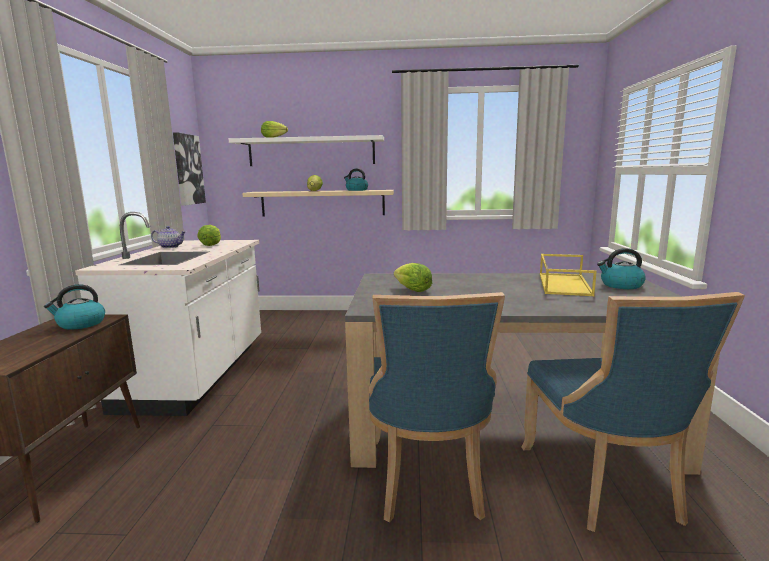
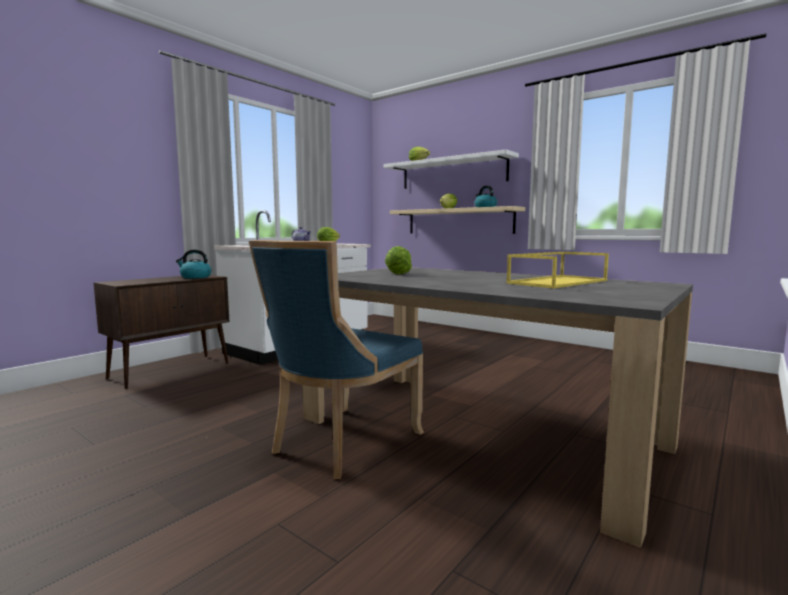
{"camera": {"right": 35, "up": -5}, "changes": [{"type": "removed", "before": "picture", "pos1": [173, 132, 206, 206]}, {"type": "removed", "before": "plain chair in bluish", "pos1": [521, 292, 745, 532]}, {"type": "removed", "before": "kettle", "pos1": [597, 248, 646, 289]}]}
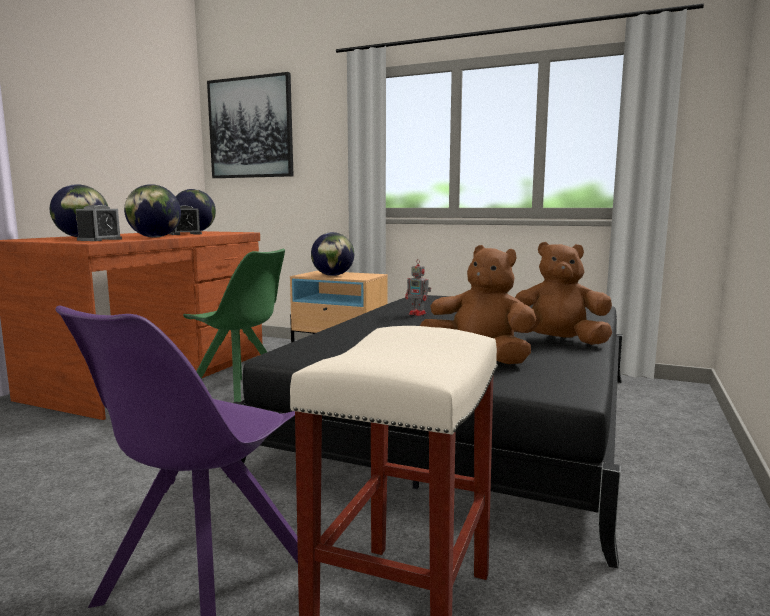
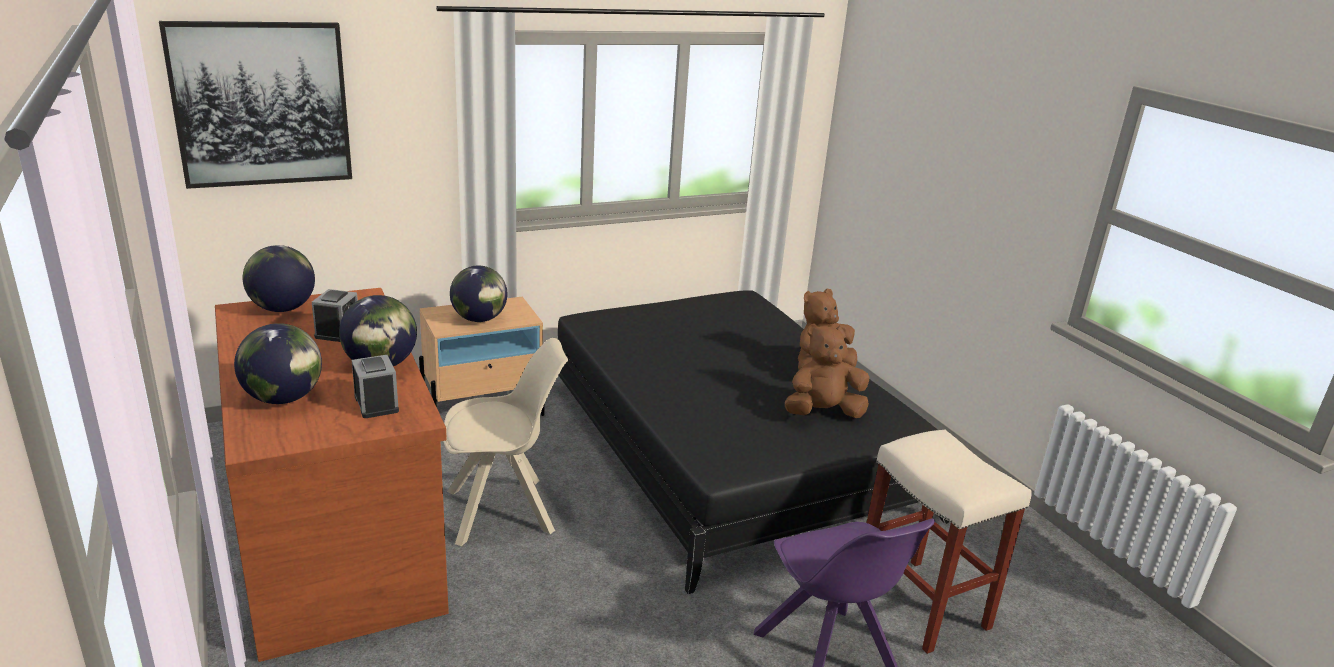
{"camera": {"right": -50, "up": 15}, "changes": [{"type": "recoloured", "before": "plain chair in green", "after": "plain chair in beige", "pos1": [183, 249, 285, 402], "pos2": [443, 338, 568, 546]}, {"type": "removed", "before": "model robot", "pos1": [405, 259, 431, 316]}]}
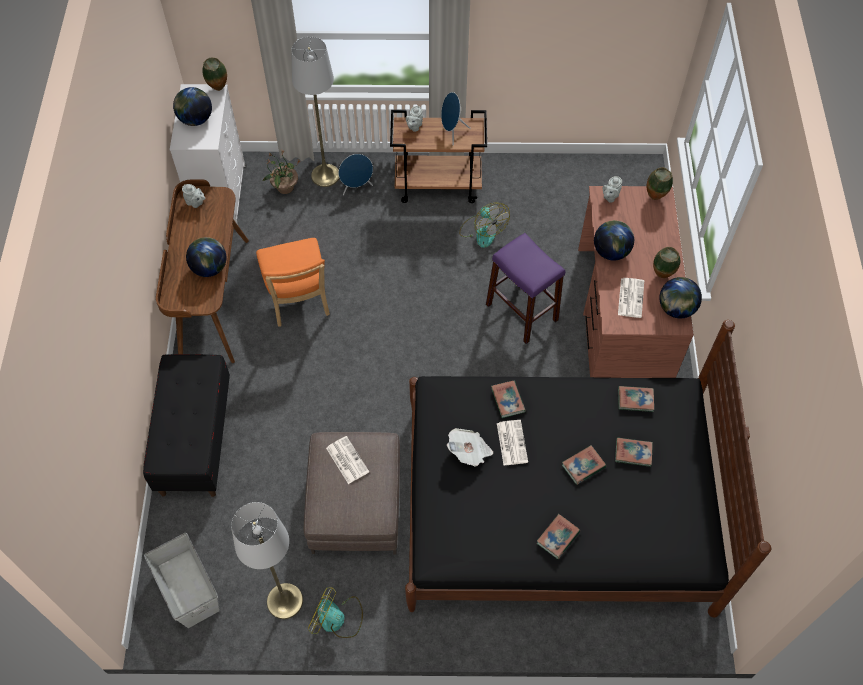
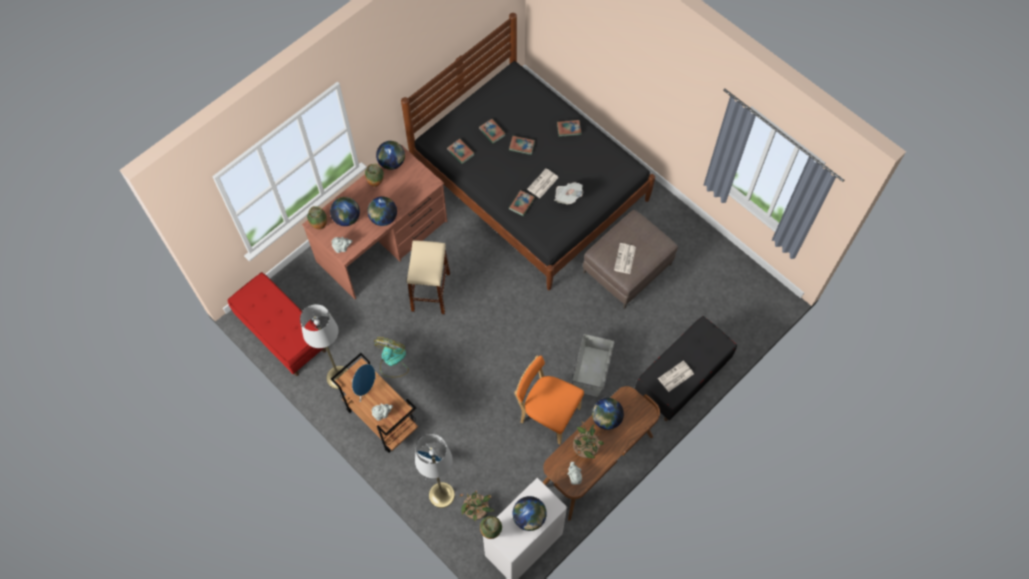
{"camera": {"right": -135, "up": 5}, "changes": [{"type": "added", "after": "bench in red-coloured", "pos2": [227, 272, 326, 376]}, {"type": "moved", "before": "standard lamp in grey", "pos1": [231, 502, 303, 619], "pos2": [300, 304, 348, 389]}, {"type": "added", "after": "world globe", "pos2": [330, 197, 360, 226]}, {"type": "recoloured", "before": "stool in purplish", "after": "stool in beige", "pos1": [486, 233, 565, 344], "pos2": [407, 241, 450, 314]}, {"type": "turned", "before": "plain chair in orange-coloured", "pos1": [256, 238, 330, 327], "pos2": [514, 355, 584, 445], "turn": -90}, {"type": "moved", "before": "storage box in grey", "pos1": [144, 533, 220, 628], "pos2": [572, 334, 614, 397]}, {"type": "added", "after": "plant in a pot", "pos2": [573, 422, 605, 458]}, {"type": "moved", "before": "newspaper", "pos1": [618, 278, 644, 318], "pos2": [658, 360, 694, 392]}, {"type": "removed", "before": "electric fan", "pos1": [308, 587, 363, 638]}]}
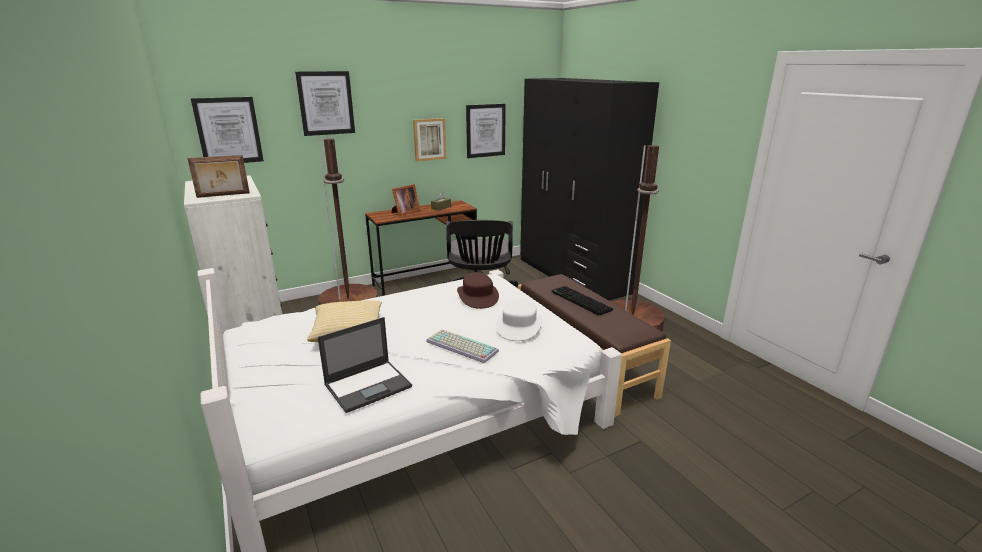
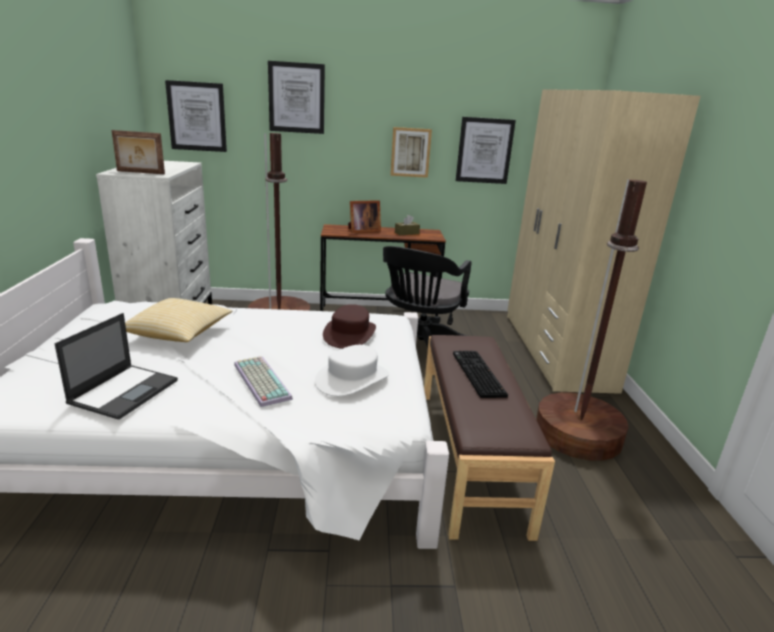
{"camera": {"right": 25, "up": 0}, "changes": [{"type": "turned", "before": "portable computer", "pos1": [318, 317, 412, 413], "pos2": [54, 313, 178, 420], "turn": -60}, {"type": "recoloured", "before": "armoire in blackish", "after": "armoire in beige", "pos1": [520, 78, 659, 301], "pos2": [507, 89, 701, 394]}]}
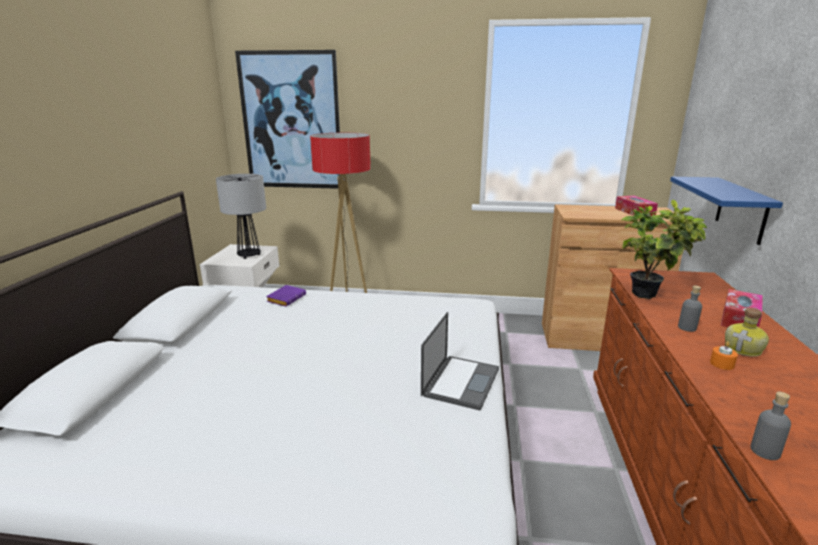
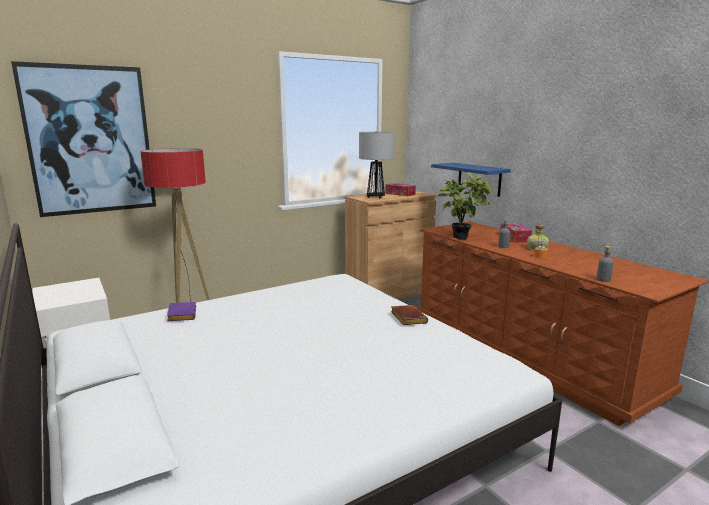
{"camera": {"right": -40, "up": -5}, "changes": [{"type": "moved", "before": "tabletop lamp", "pos1": [216, 174, 266, 259], "pos2": [359, 132, 395, 198]}, {"type": "replaced", "before": "portable computer", "after": "volume in brown", "pos1": [421, 312, 499, 411], "pos2": [391, 305, 428, 325]}]}
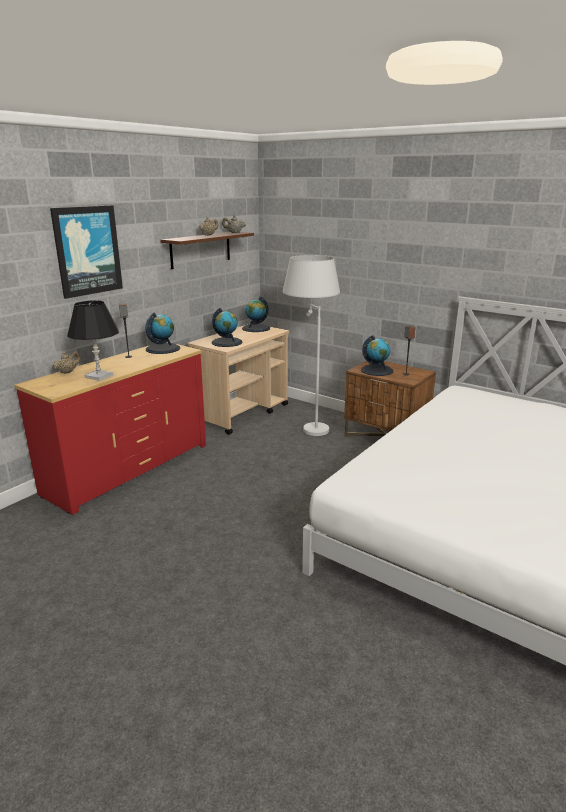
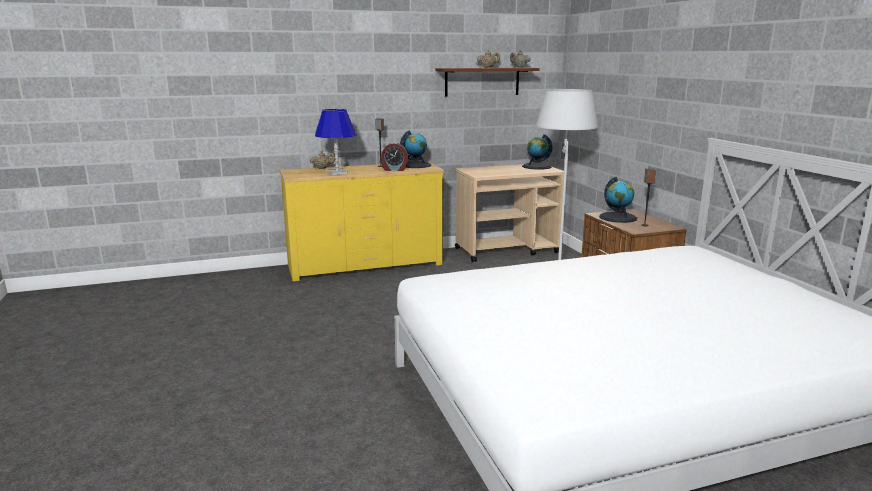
{"camera": {"right": 35, "up": -5}, "changes": [{"type": "recoloured", "before": "chest of drawers in red-coloured", "after": "chest of drawers in yellowish", "pos1": [14, 342, 206, 515], "pos2": [280, 162, 444, 281]}, {"type": "recoloured", "before": "tabletop lamp in blackish", "after": "tabletop lamp in bluish", "pos1": [67, 300, 119, 381], "pos2": [315, 109, 356, 175]}, {"type": "added", "after": "bedside clock", "pos2": [381, 142, 408, 171]}, {"type": "removed", "before": "picture", "pos1": [50, 205, 123, 299]}, {"type": "removed", "before": "world globe", "pos1": [212, 308, 242, 347]}]}
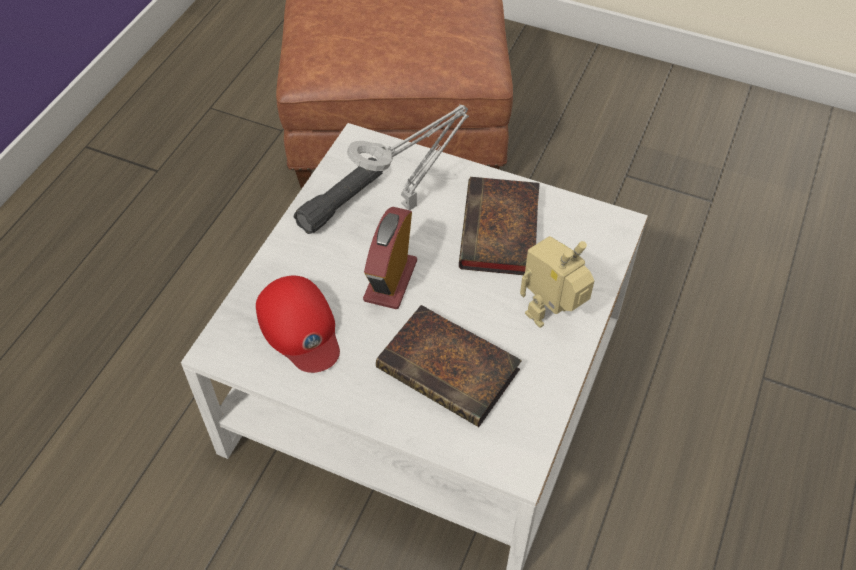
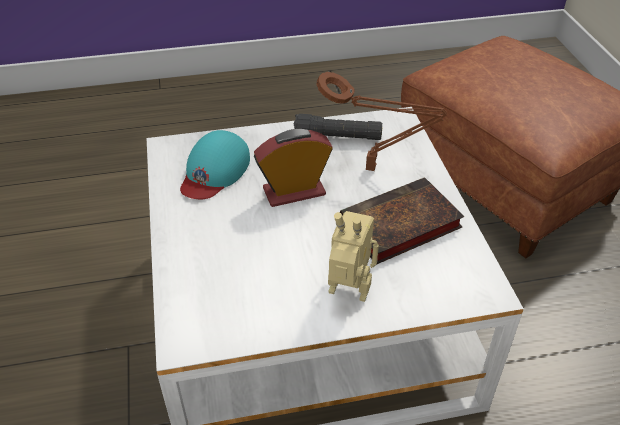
{"camera": {"right": 55, "up": -10}, "changes": [{"type": "recoloured", "before": "baseball cap in red-coloured", "after": "baseball cap in turquoise-coloured", "pos1": [256, 276, 340, 373], "pos2": [180, 130, 250, 199]}, {"type": "recoloured", "before": "tabletop lamp in grey", "after": "tabletop lamp in brown", "pos1": [347, 104, 469, 210], "pos2": [317, 72, 447, 171]}, {"type": "removed", "before": "volume", "pos1": [376, 305, 522, 427]}]}
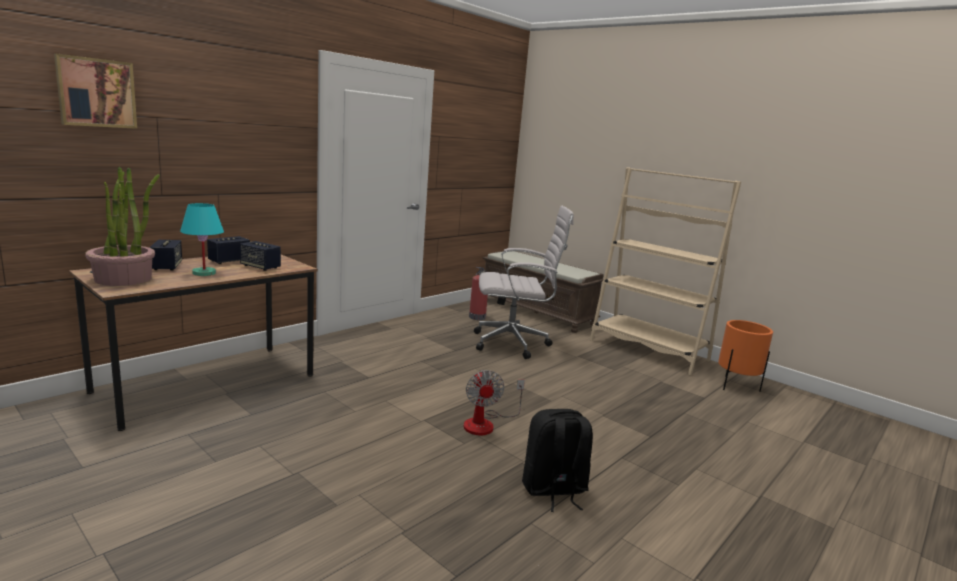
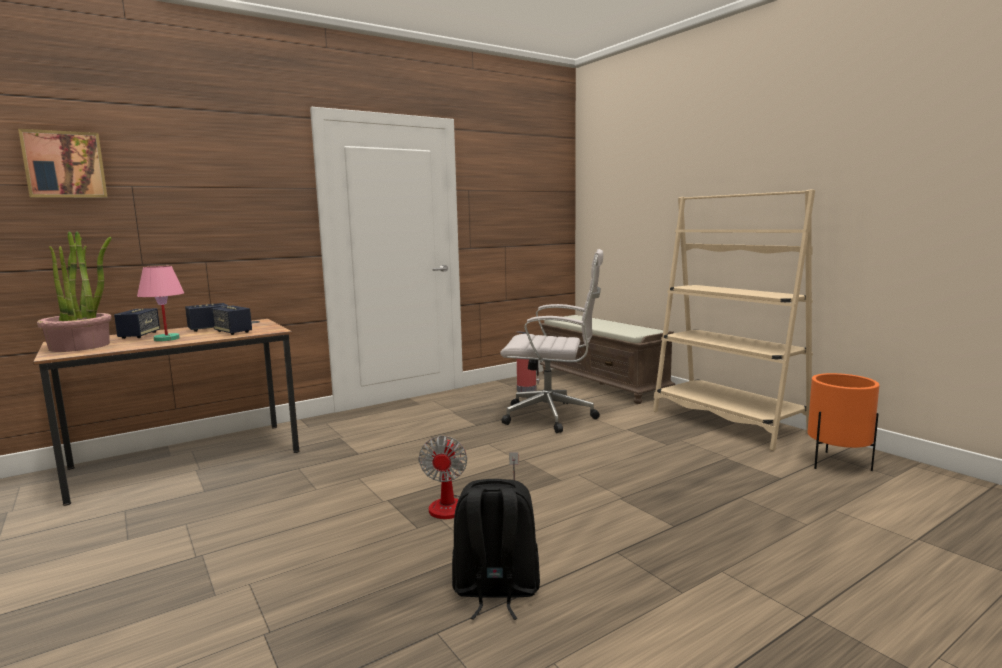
{"camera": {"right": 15, "up": -5}, "changes": [{"type": "recoloured", "before": "tabletop lamp in turquoise-coloured", "after": "tabletop lamp in pinkish", "pos1": [180, 203, 224, 276], "pos2": [137, 266, 184, 341]}]}
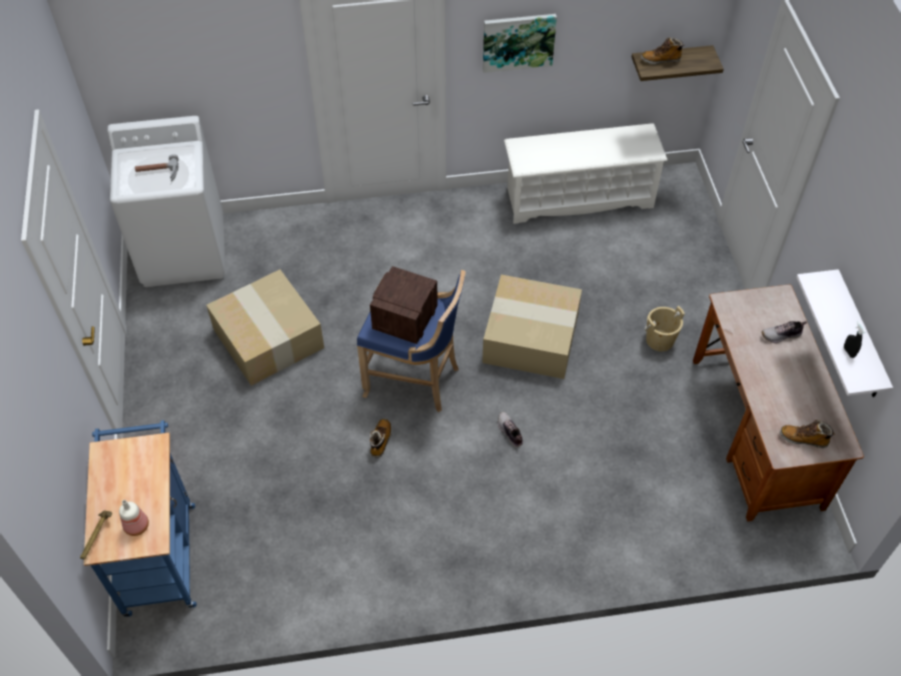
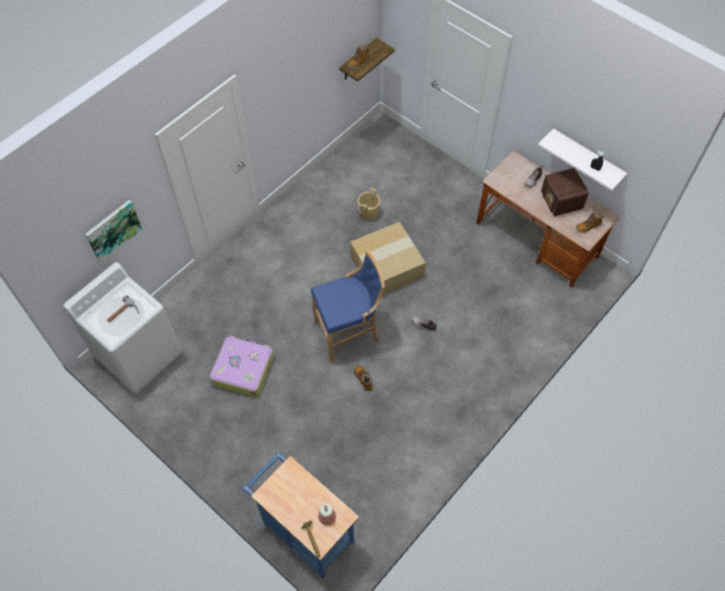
{"camera": {"right": -40, "up": 5}, "changes": [{"type": "moved", "before": "picture", "pos1": [483, 14, 557, 73], "pos2": [85, 200, 142, 263]}, {"type": "replaced", "before": "packing box", "after": "suitcase", "pos1": [206, 270, 324, 386], "pos2": [210, 336, 274, 397]}, {"type": "moved", "before": "water bucket in beige", "pos1": [645, 306, 685, 351], "pos2": [358, 188, 380, 221]}, {"type": "moved", "before": "radio receiver", "pos1": [370, 266, 438, 344], "pos2": [541, 168, 589, 217]}, {"type": "removed", "before": "shoe rack in white", "pos1": [504, 123, 668, 224]}]}
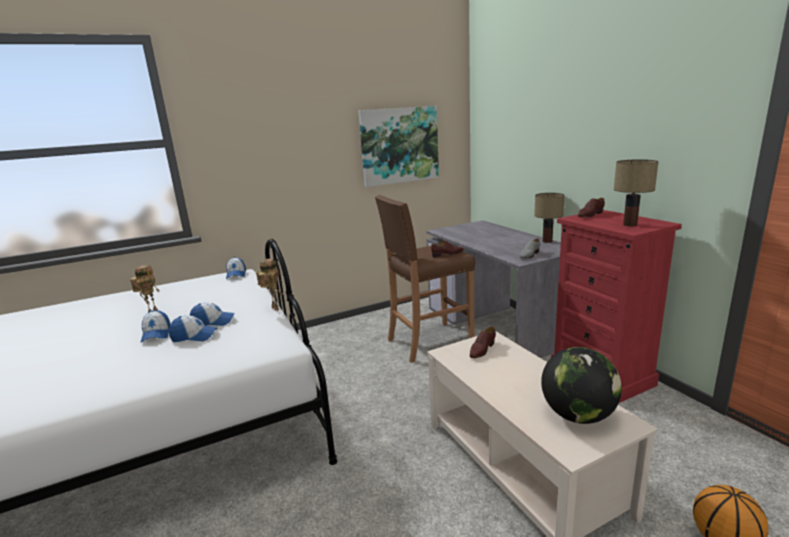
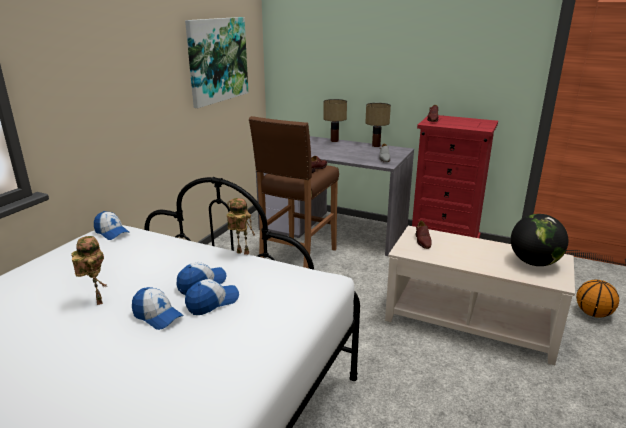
{"camera": {"right": -40, "up": 5}, "changes": [{"type": "moved", "before": "tabletop lamp", "pos1": [614, 159, 659, 226], "pos2": [323, 99, 347, 142]}]}
